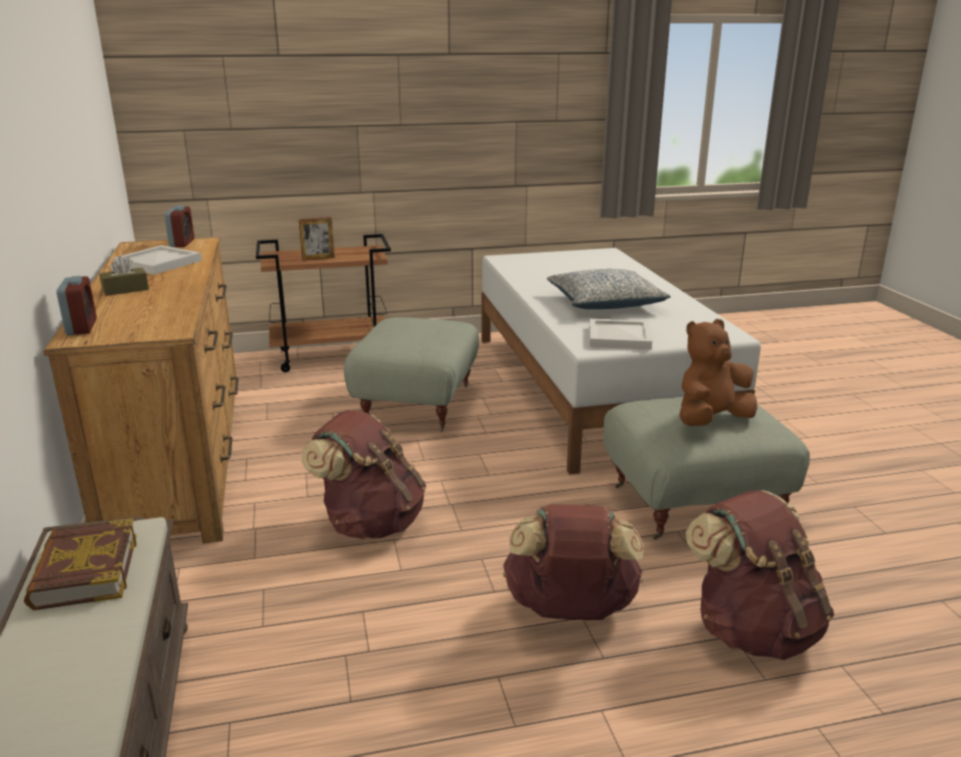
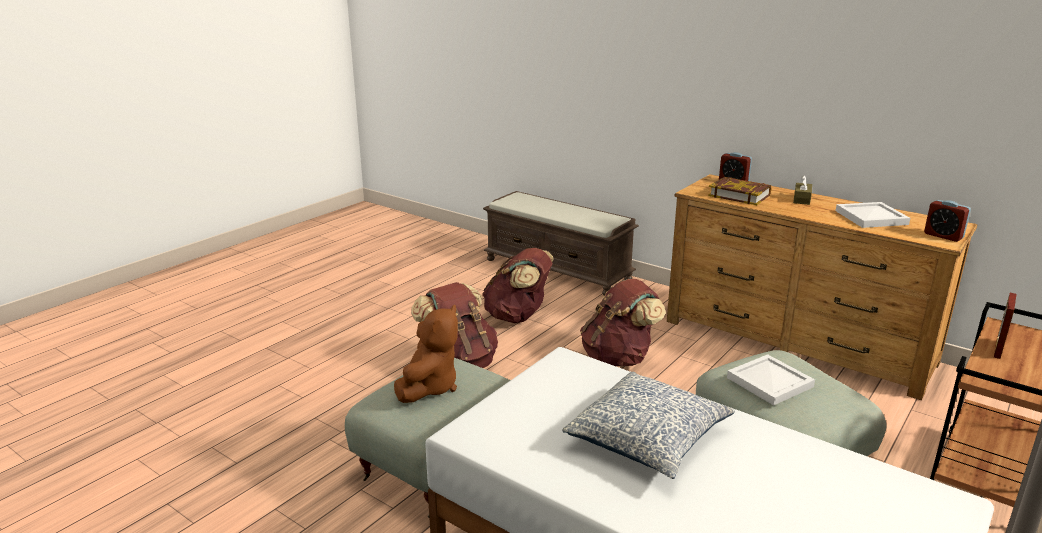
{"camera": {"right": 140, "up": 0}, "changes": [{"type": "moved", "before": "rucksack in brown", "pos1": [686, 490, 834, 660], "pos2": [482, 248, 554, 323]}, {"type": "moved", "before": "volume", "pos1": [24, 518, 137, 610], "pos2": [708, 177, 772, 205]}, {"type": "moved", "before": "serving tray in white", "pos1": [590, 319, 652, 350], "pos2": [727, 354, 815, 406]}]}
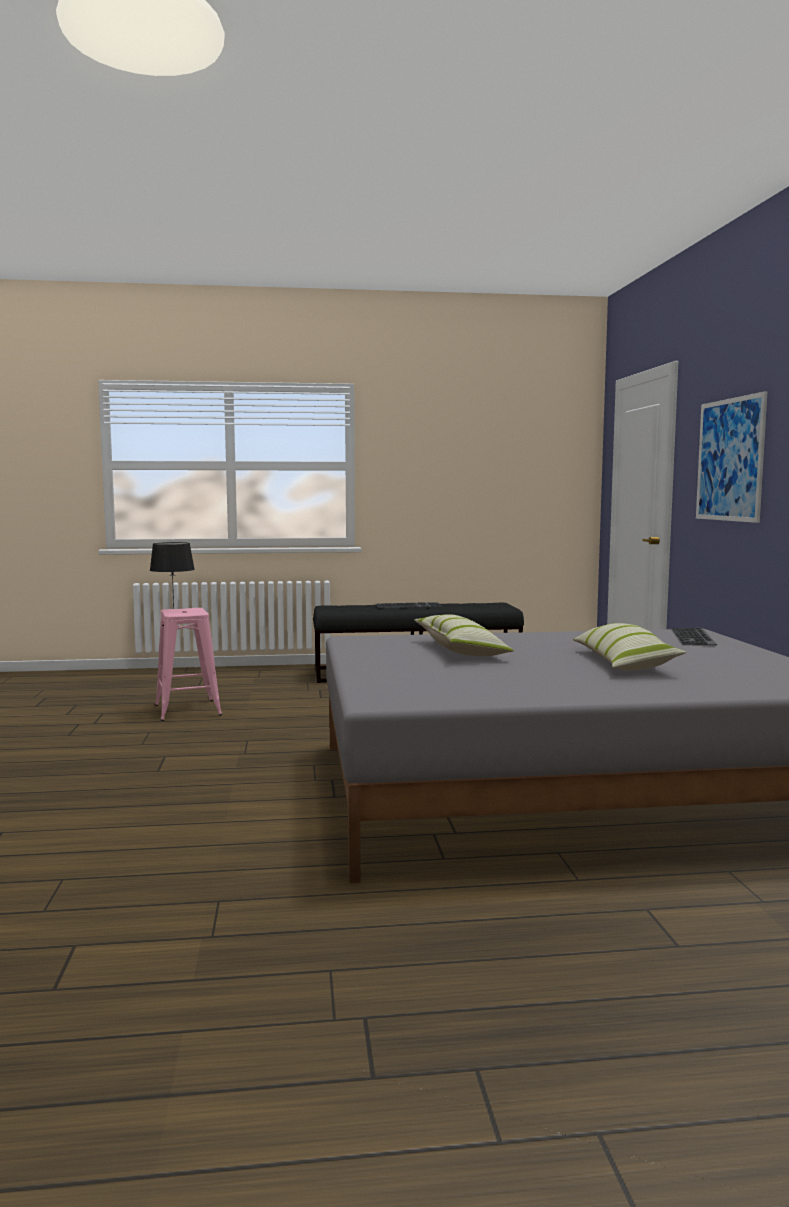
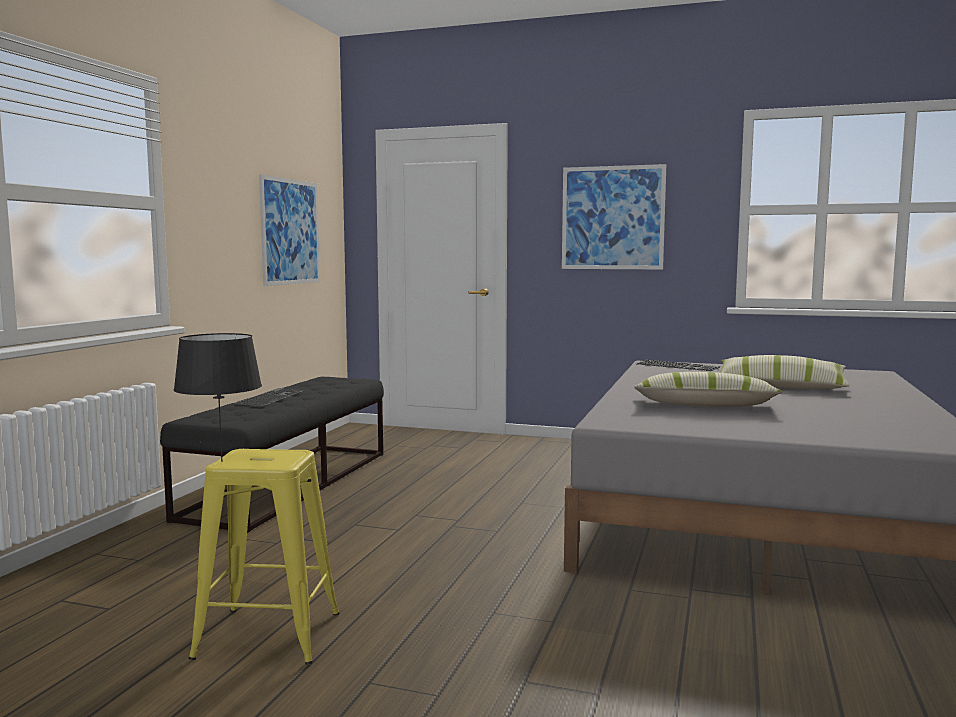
{"camera": {"right": -65, "up": 0}, "changes": [{"type": "recoloured", "before": "stool in pinkish", "after": "stool in yellowish", "pos1": [155, 608, 222, 721], "pos2": [189, 449, 340, 665]}, {"type": "added", "after": "picture", "pos2": [259, 174, 320, 286]}]}
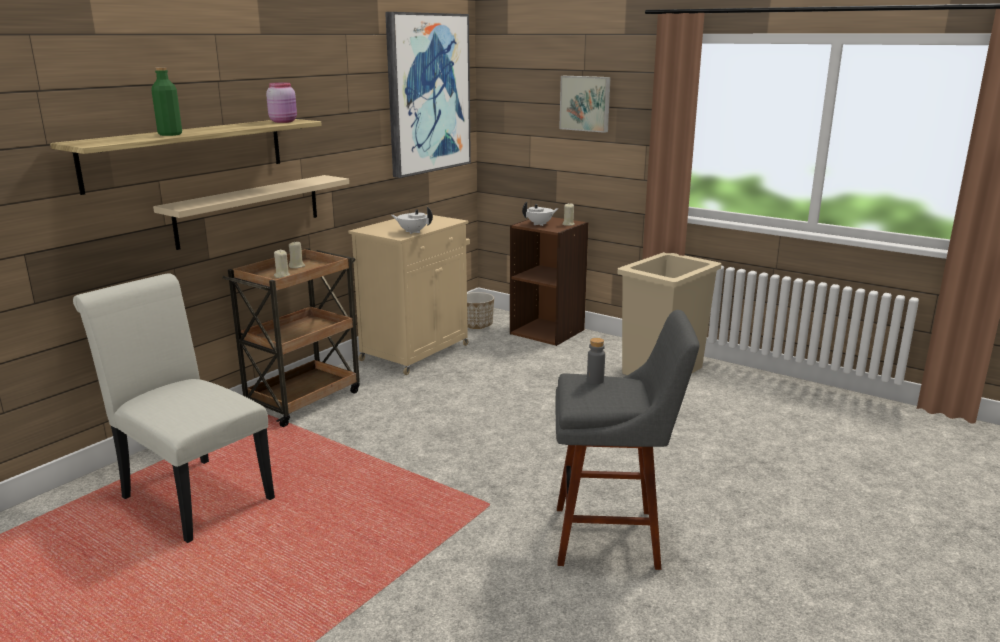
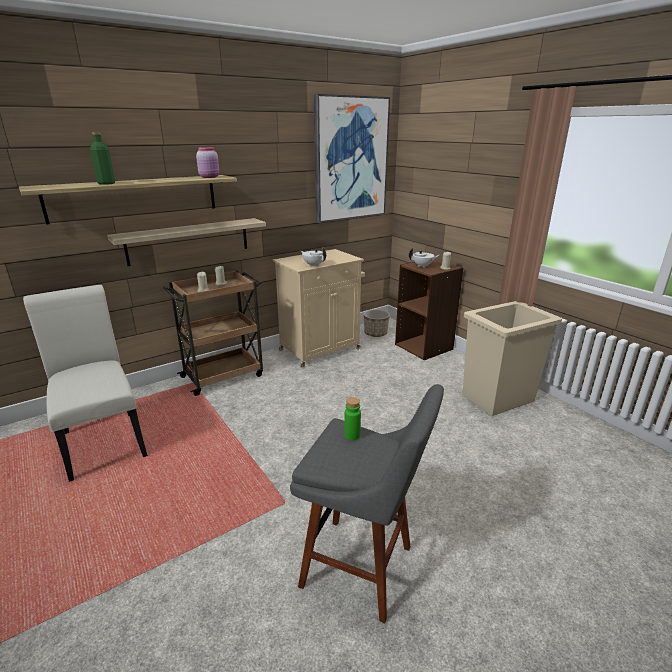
{"camera": {"right": 20, "up": 5}, "changes": [{"type": "recoloured", "before": "drink bottle in grey", "after": "drink bottle in green", "pos1": [587, 338, 605, 384], "pos2": [344, 397, 361, 440]}, {"type": "removed", "before": "picture", "pos1": [559, 76, 611, 133]}]}
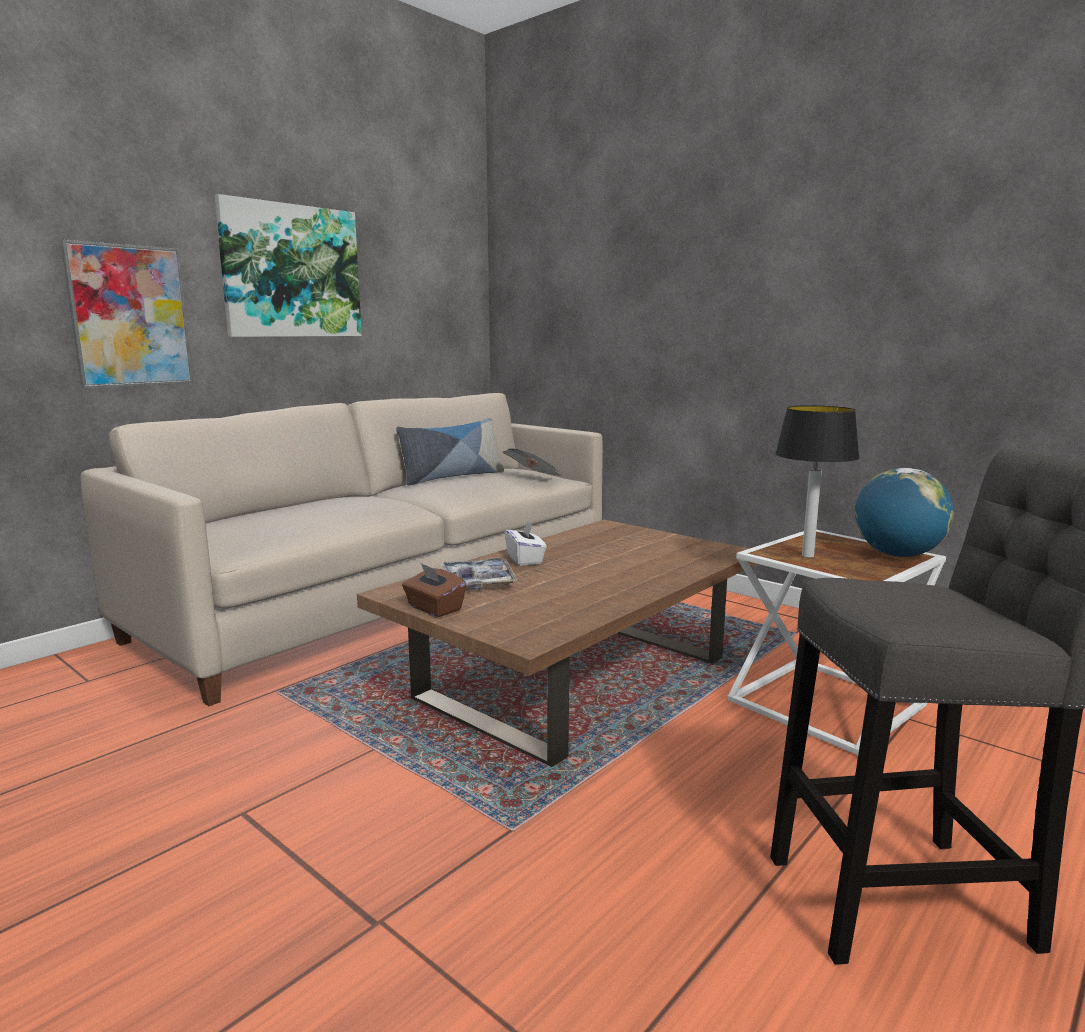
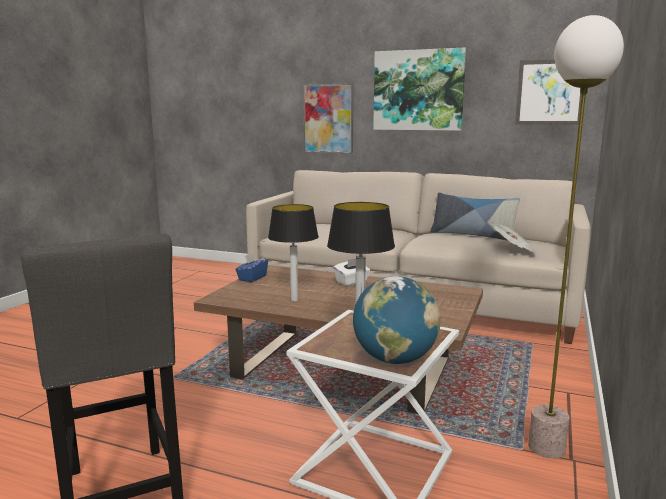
{"camera": {"right": 70, "up": 0}, "changes": [{"type": "recoloured", "before": "tissue box in brown", "after": "tissue box in bluish", "pos1": [402, 563, 466, 617], "pos2": [235, 253, 268, 282]}, {"type": "added", "after": "tabletop lamp", "pos2": [268, 204, 319, 301]}, {"type": "added", "after": "picture", "pos2": [515, 59, 582, 125]}, {"type": "added", "after": "standard lamp", "pos2": [528, 15, 624, 458]}, {"type": "removed", "before": "serving tray", "pos1": [440, 558, 517, 590]}]}
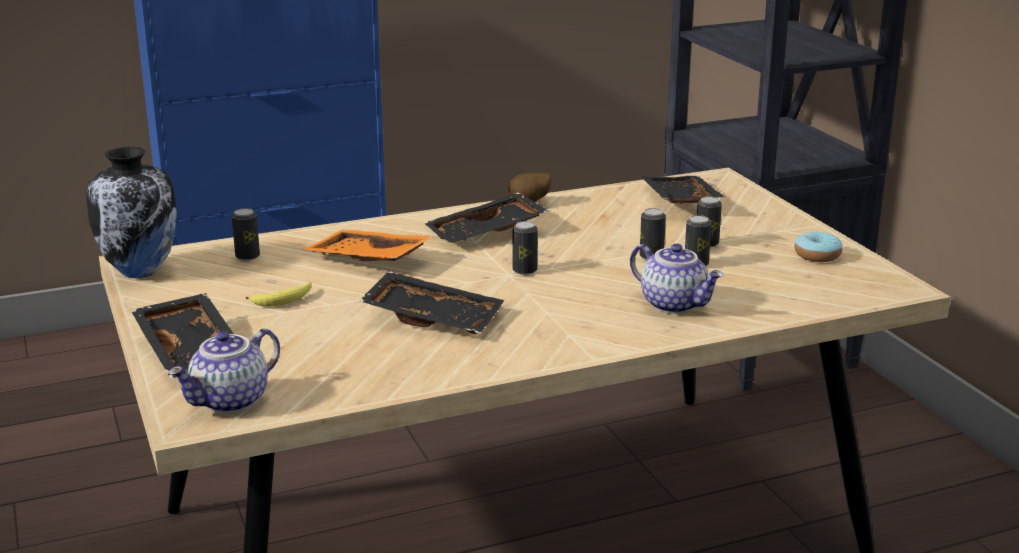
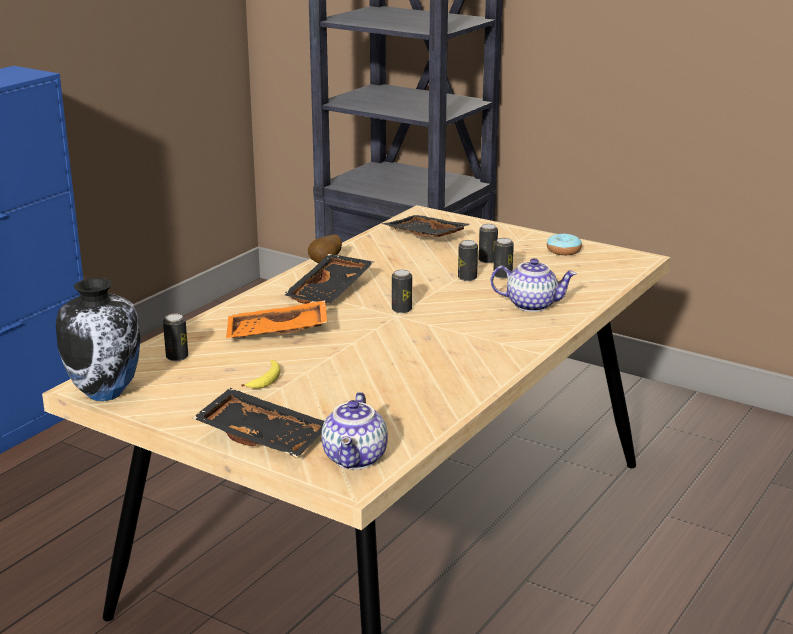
{"camera": {"right": -35, "up": 0}, "changes": [{"type": "removed", "before": "serving tray in blackish", "pos1": [359, 271, 504, 334]}]}
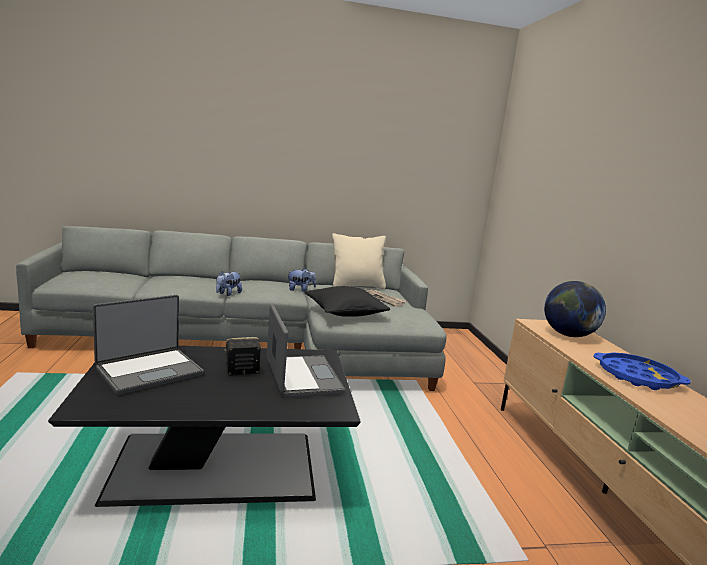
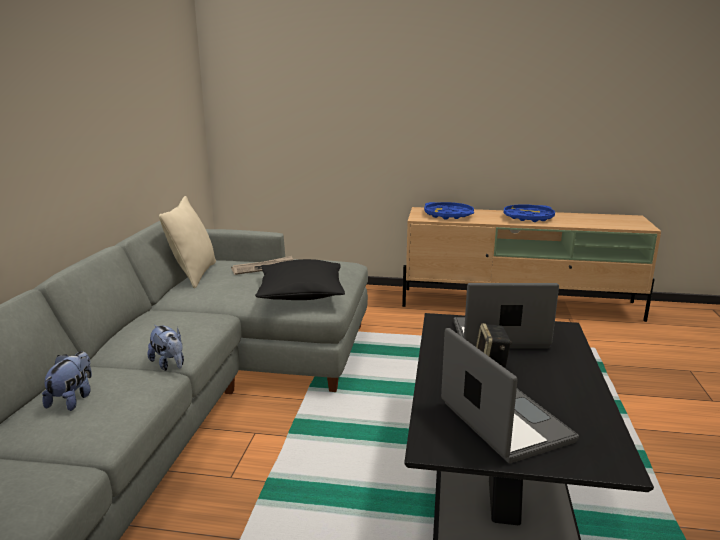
{"camera": {"right": -70, "up": 5}, "changes": [{"type": "moved", "before": "soft toy", "pos1": [287, 268, 316, 292], "pos2": [42, 351, 92, 411]}, {"type": "replaced", "before": "world globe", "after": "serving tray in bluish", "pos1": [544, 281, 606, 337], "pos2": [424, 202, 474, 220]}]}
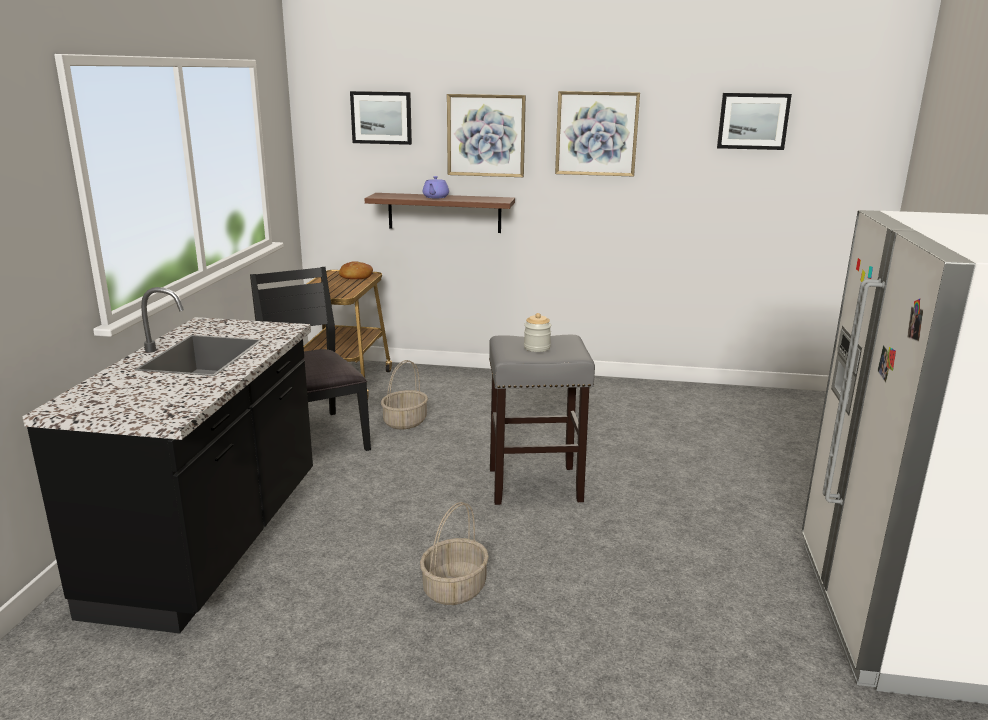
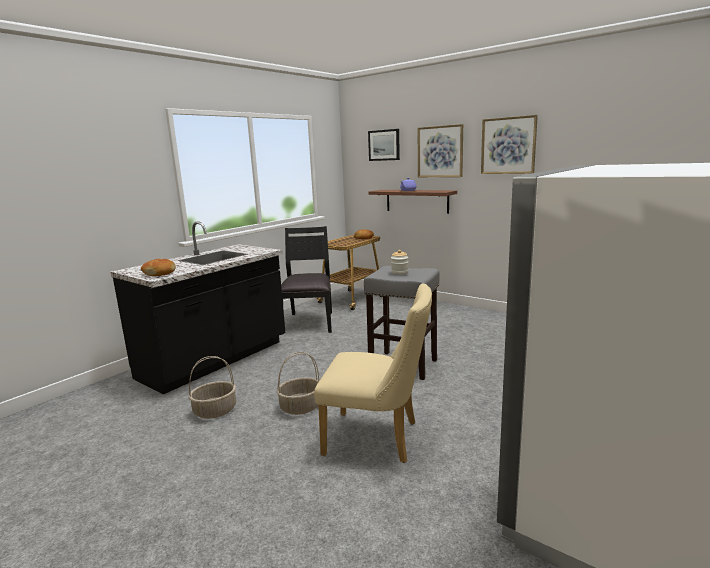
{"camera": {"right": 30, "up": -5}, "changes": [{"type": "added", "after": "baked bread", "pos2": [141, 259, 176, 276]}, {"type": "moved", "before": "storage basket", "pos1": [381, 360, 428, 429], "pos2": [189, 356, 236, 419]}, {"type": "added", "after": "plain chair in beige", "pos2": [314, 283, 432, 463]}, {"type": "removed", "before": "picture", "pos1": [717, 93, 792, 150]}]}
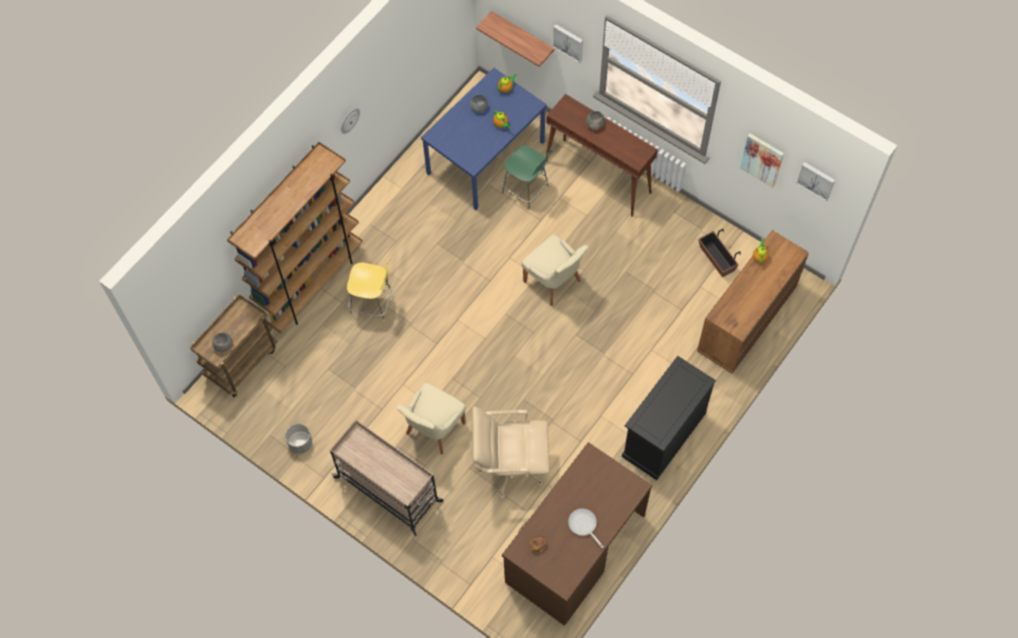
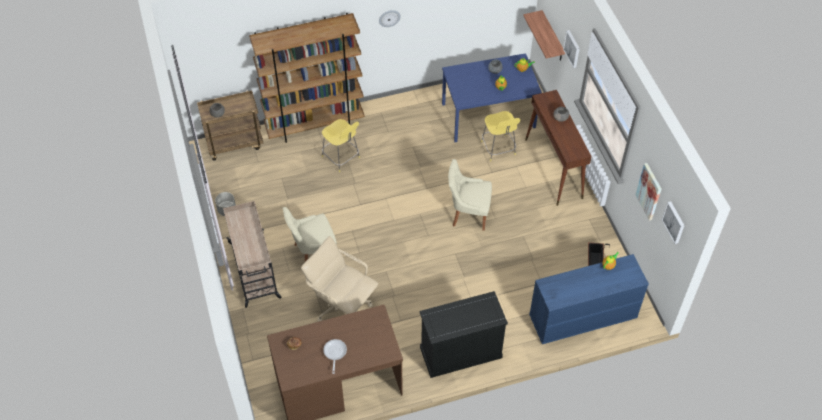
{"camera": {"right": 35, "up": -10}, "changes": [{"type": "turned", "before": "plain chair in beige", "pos1": [522, 235, 588, 306], "pos2": [448, 159, 492, 231], "turn": 105}, {"type": "recoloured", "before": "stool in green", "after": "stool in yellowish", "pos1": [502, 145, 553, 209], "pos2": [481, 111, 520, 161]}, {"type": "recoloured", "before": "chest of drawers in brown", "after": "chest of drawers in bluish", "pos1": [697, 230, 809, 374], "pos2": [529, 254, 649, 344]}]}
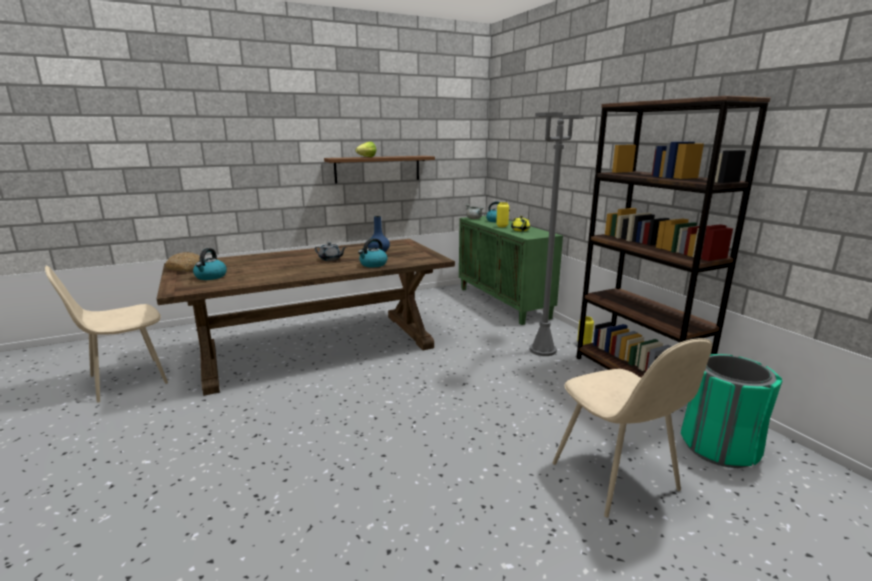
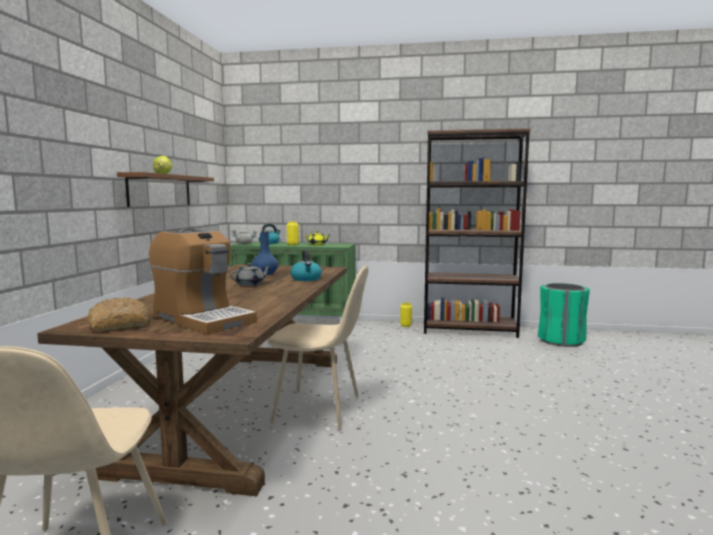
{"camera": {"right": -55, "up": -10}, "changes": [{"type": "replaced", "before": "kettle", "after": "coffee machine", "pos1": [193, 248, 227, 280], "pos2": [149, 229, 257, 335]}, {"type": "moved", "before": "plain chair in beige", "pos1": [552, 338, 712, 518], "pos2": [268, 266, 369, 430]}, {"type": "removed", "before": "standard lamp in grey", "pos1": [530, 112, 584, 356]}]}
